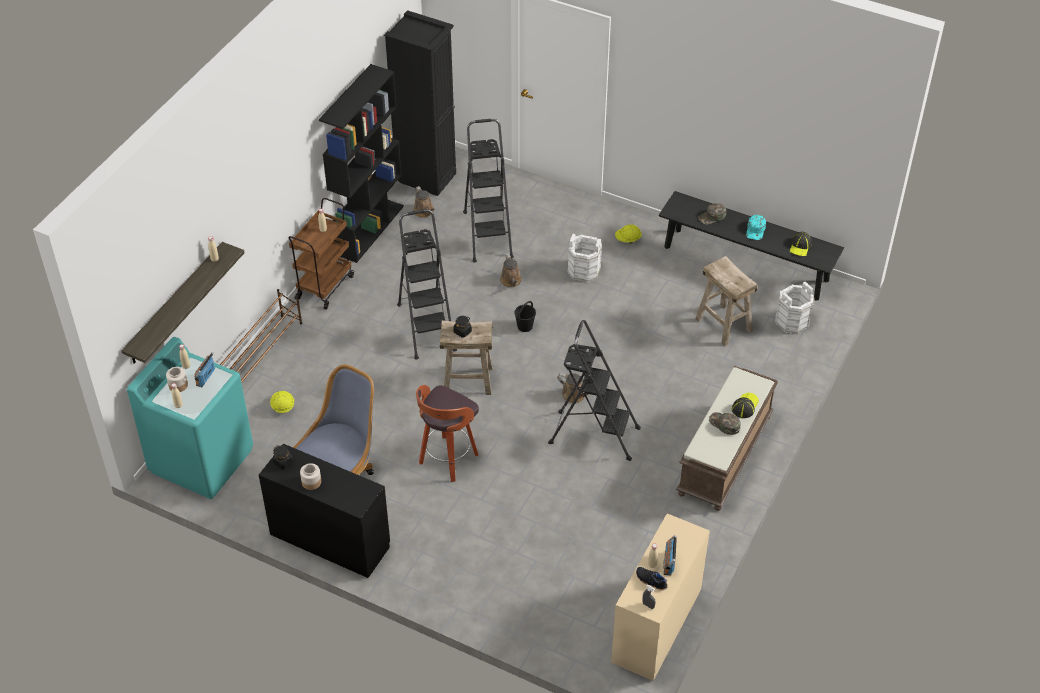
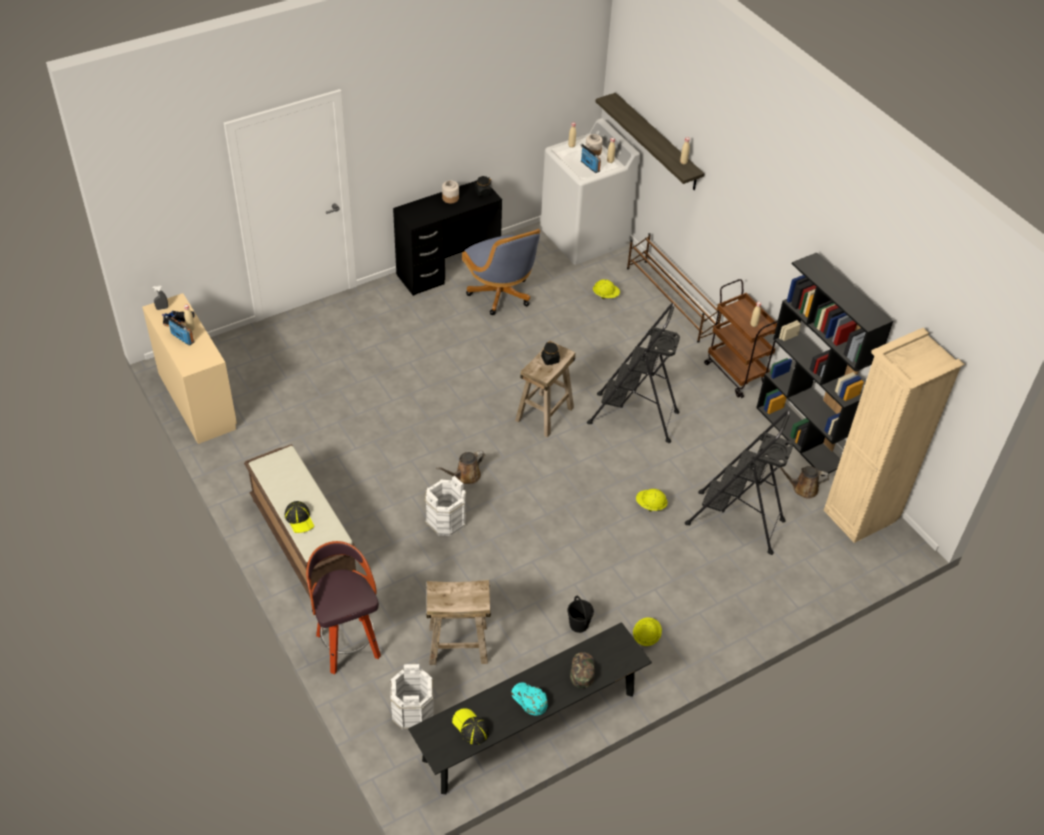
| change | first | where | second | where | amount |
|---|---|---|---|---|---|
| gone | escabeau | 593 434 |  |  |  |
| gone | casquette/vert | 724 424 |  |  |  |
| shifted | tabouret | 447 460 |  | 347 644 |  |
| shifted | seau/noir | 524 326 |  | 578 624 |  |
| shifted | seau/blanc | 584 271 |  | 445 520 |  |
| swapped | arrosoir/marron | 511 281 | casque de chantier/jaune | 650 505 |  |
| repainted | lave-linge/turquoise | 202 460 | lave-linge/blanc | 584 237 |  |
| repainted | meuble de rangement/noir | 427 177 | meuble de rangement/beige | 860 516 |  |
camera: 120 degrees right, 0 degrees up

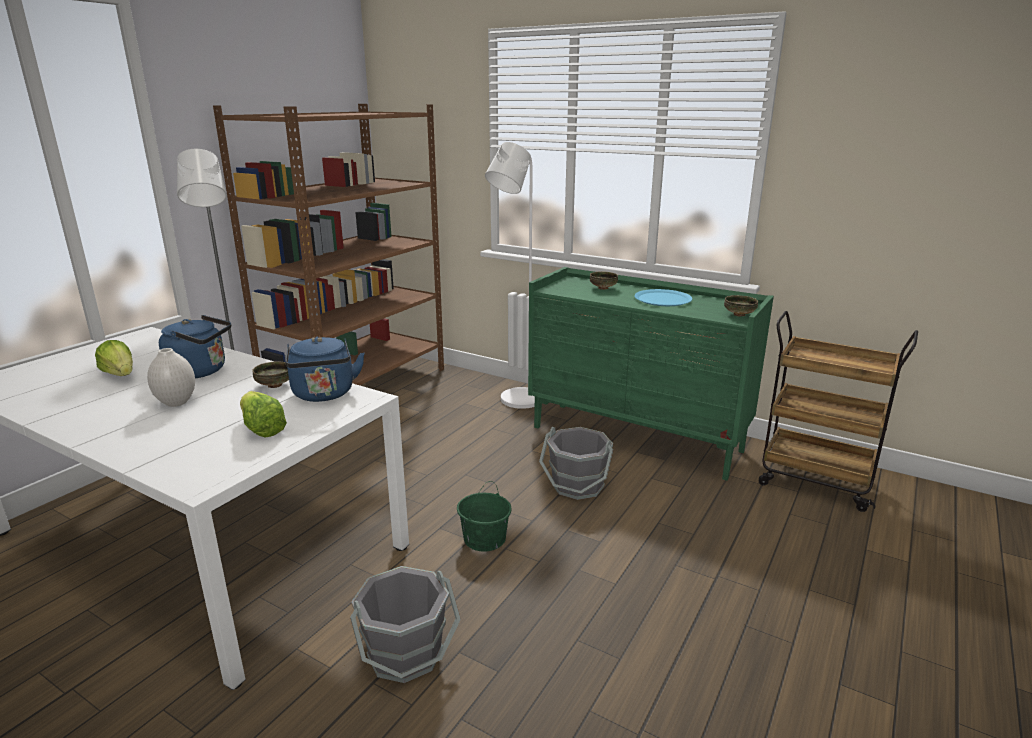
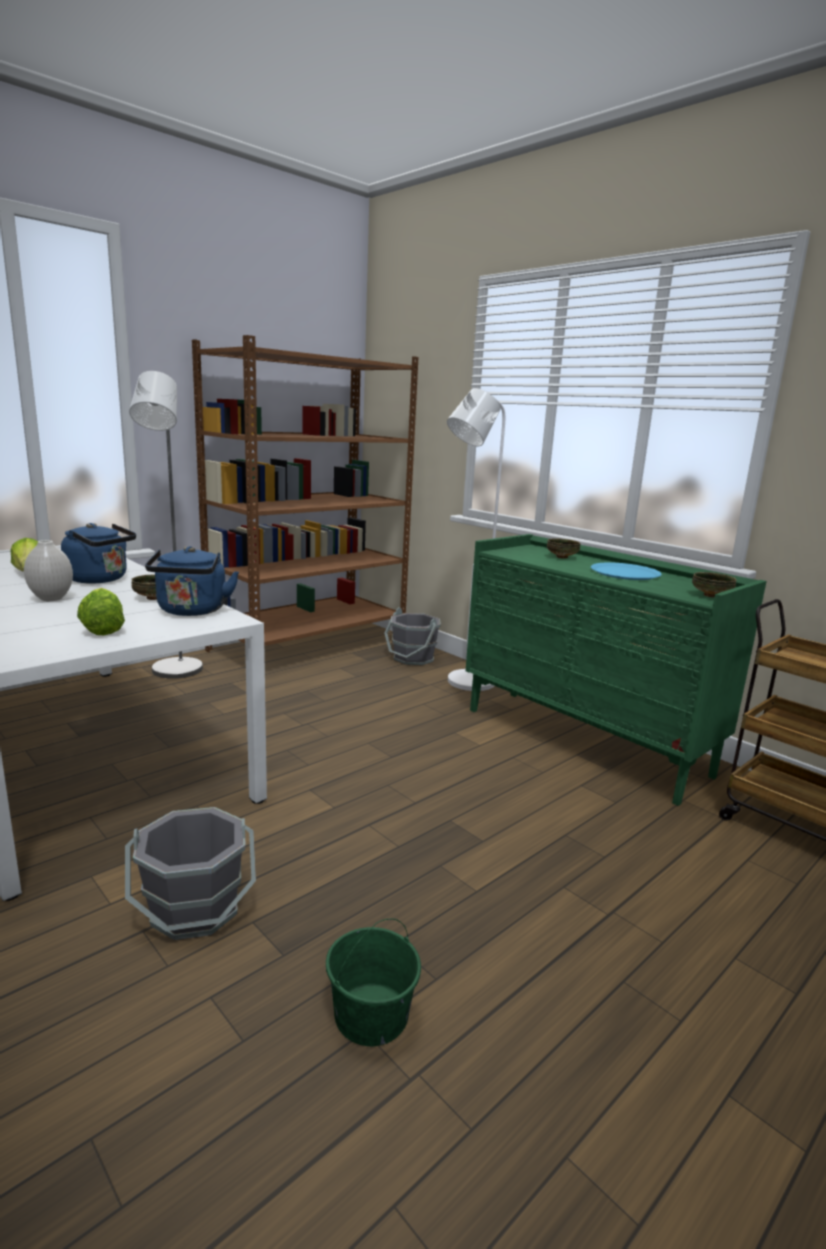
| change | first | where | second | where | amount |
|---|---|---|---|---|---|
| shifted | seau/vert | 485 539 |  | 372 1015 |  |
| shifted | seau/gris | 577 486 |  | 413 658 |  |
camera: 15 degrees right, 5 degrees down

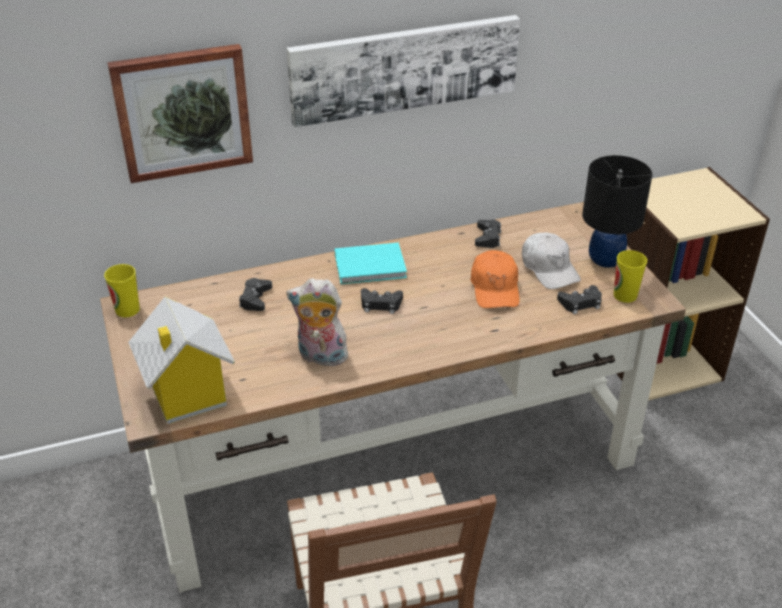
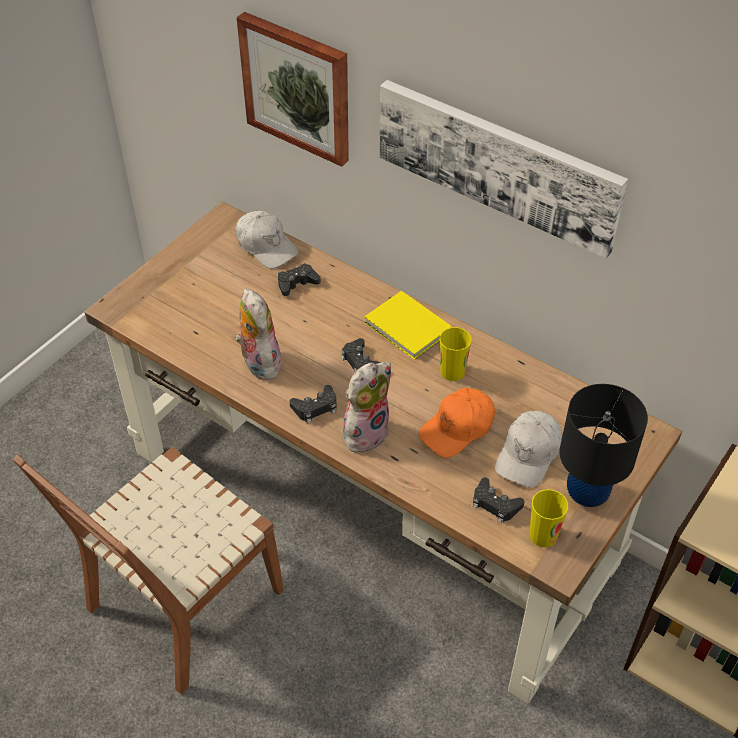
| change | first | where | second | where | amount |
|---|---|---|---|---|---|
| gone | maison miniature | 186 395 |  |  |  |
| new |  |  | casquette/blanc | 266 246 |  |
| new |  |  | peluche | 365 431 |  |
| shifted | tasse | 127 309 |  | 452 371 |  |
| shifted | manette/noir | 488 238 |  | 315 407 |  |
| repainted | livre/turquoise | 372 267 | livre/jaune | 408 329 |  |
camera: 55 degrees right, 10 degrees up

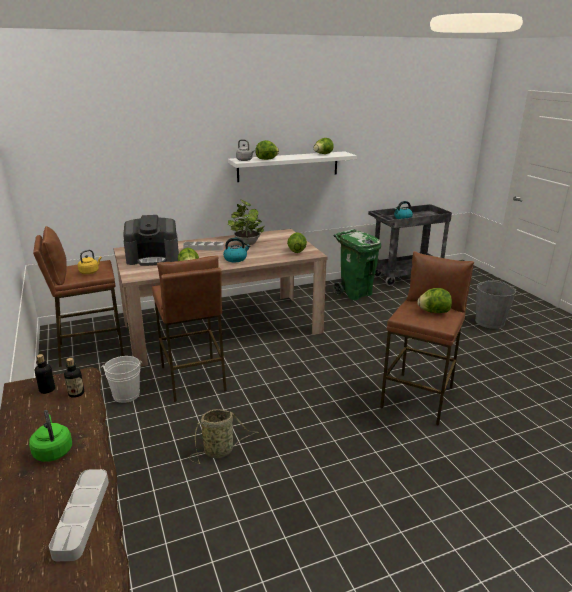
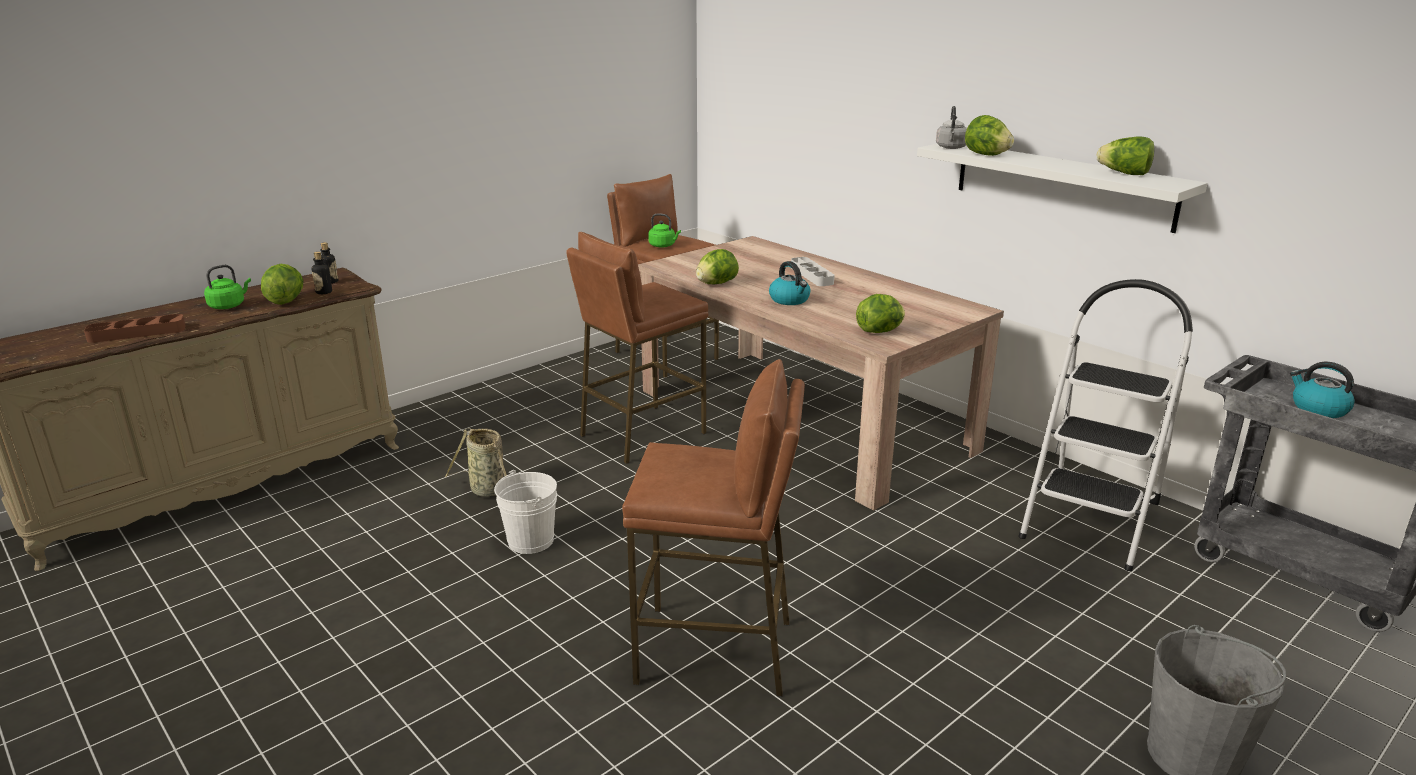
| change | first | where | second | where | amount |
|---|---|---|---|---|---|
| gone | machine à café | 153 258 |  |  |  |
| gone | plante en pot | 246 243 |  |  |  |
| shifted | seau/blanc | 126 395 |  | 530 540 |  |
| shifted | laitue | 433 312 |  | 286 301 |  |
| swapped | poubelle/vert | 355 293 | escabeau | 1093 519 |  |
| repainted | plateau/gris | 82 516 | plateau/marron | 137 333 |  |
| repainted | bouilloire/jaune | 90 272 | bouilloire/vert | 663 246 |  |
camera: 70 degrees right, 0 degrees up

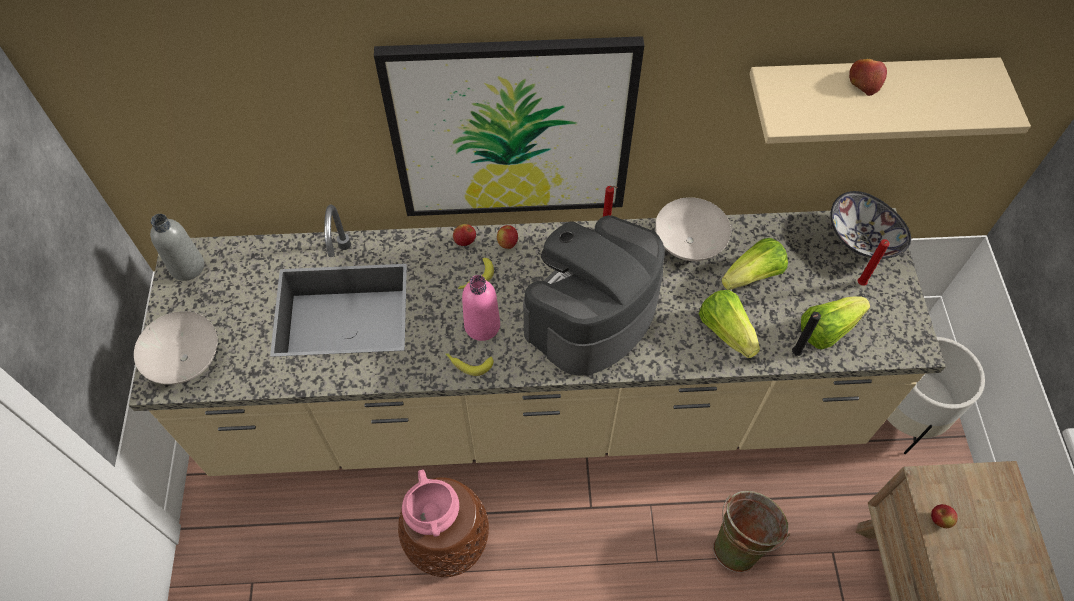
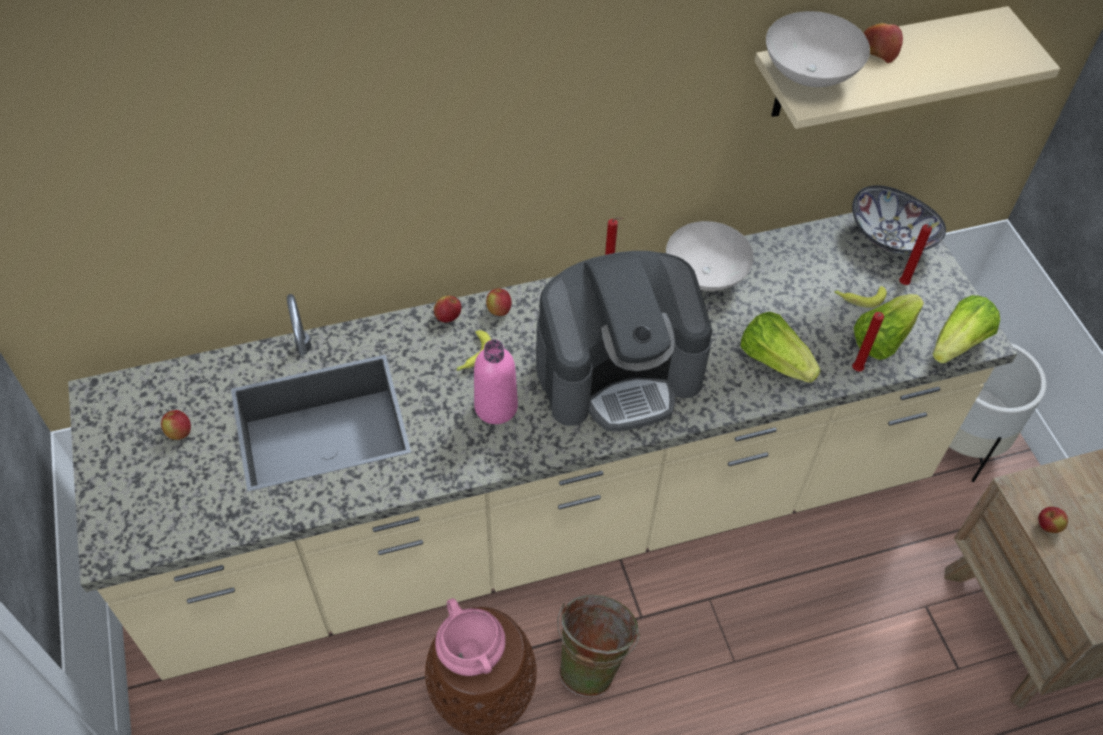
| change | first | where | second | where | amount |
|---|---|---|---|---|---|
| gone | bouteille/gris | 187 267 |  |  |  |
| gone | tableau | 512 131 |  |  |  |
| new |  |  | pomme | 179 432 |  |
| shifted | bol/blanc | 186 359 |  | 809 73 |  |
| shifted | banane | 468 363 |  | 858 297 |  |
| shifted | seau/vert | 741 542 |  | 593 661 |  |
| shifted | laitue | 753 276 |  | 958 343 |  |
| repainted | bougie/noir | 794 354 | bougie/rouge | 856 371 |  |
| rotated | machine à café | 591 315 |  | 618 372 | 135 degrees counterclockwise |
camera: 15 degrees left, 5 degrees down

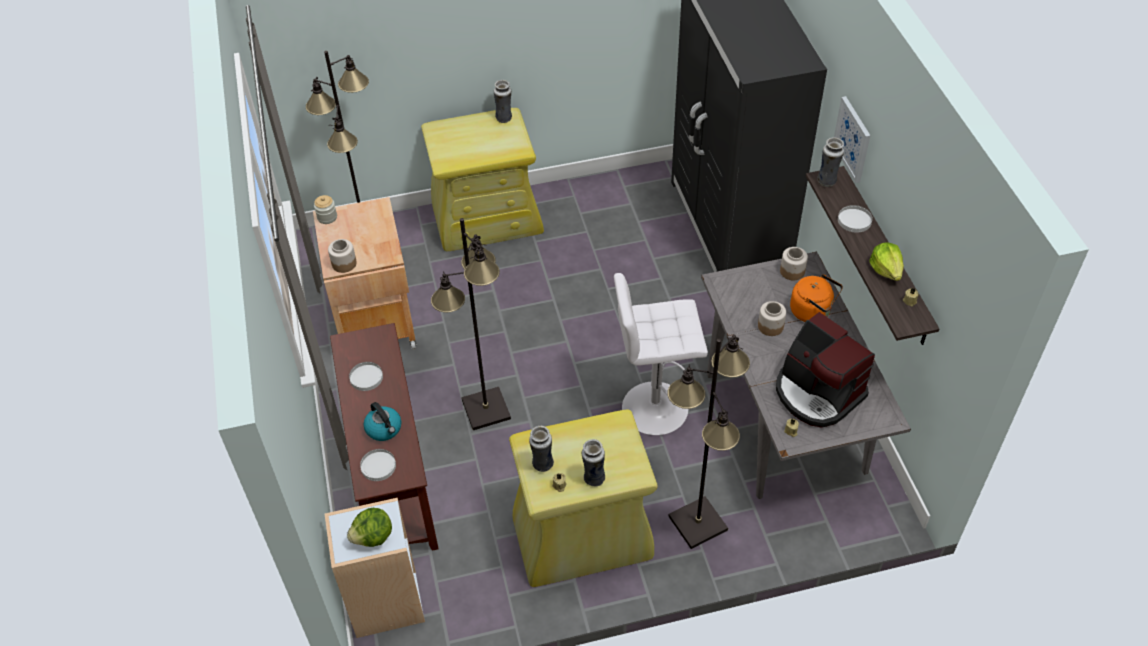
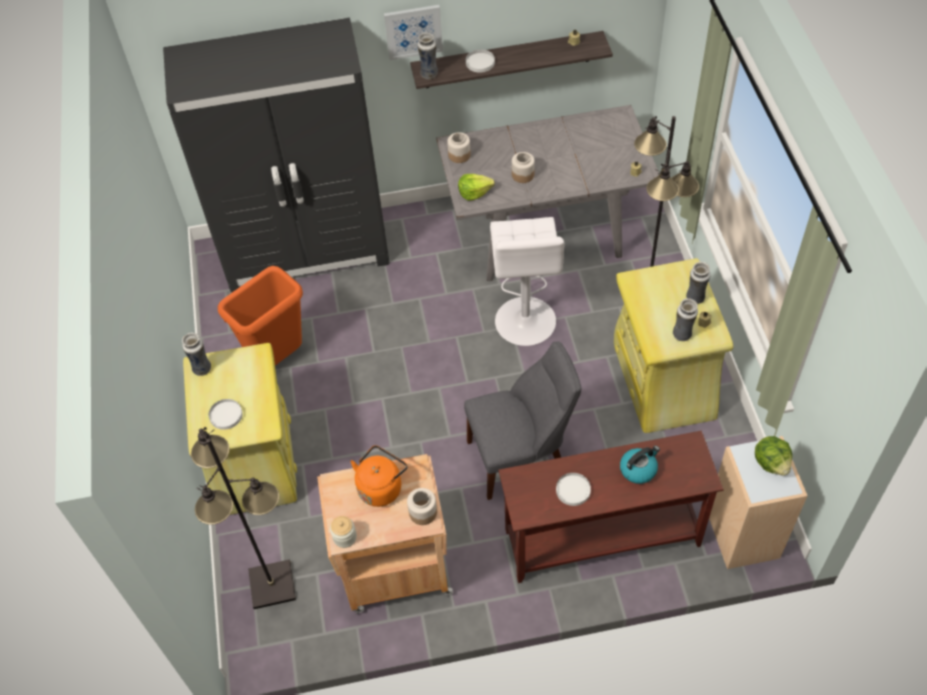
| change | first | where | second | where | amount |
|---|---|---|---|---|---|
| gone | machine à café | 817 393 |  |  |  |
| new |  |  | poubelle/orange | 278 358 |  |
| shifted | assiette/blanc | 378 466 |  | 226 415 |  |
| shifted | bouilloire/orange | 813 312 |  | 381 487 |  |
| shifted | laitue | 886 269 |  | 474 192 |  |
| swapped | lampadaire/noir | 485 410 | chaise/gris | 521 457 |  |
camera: 85 degrees left, 5 degrees up

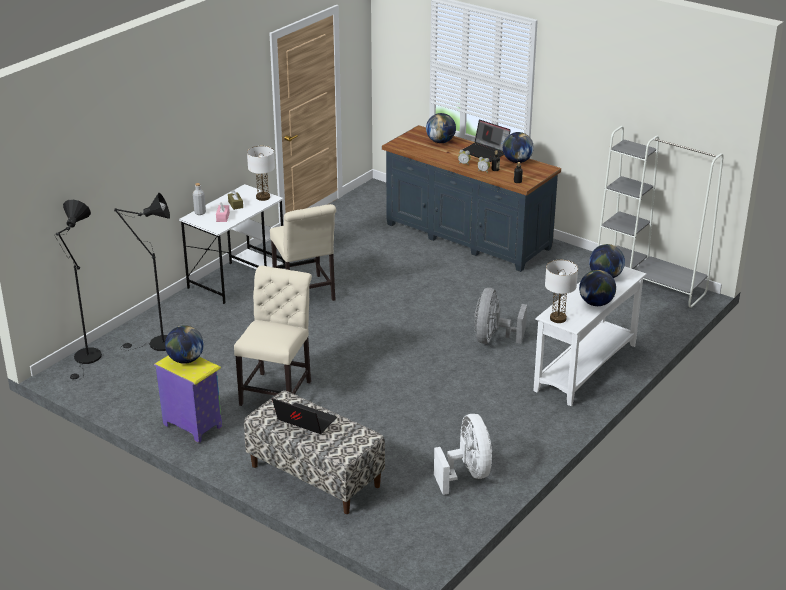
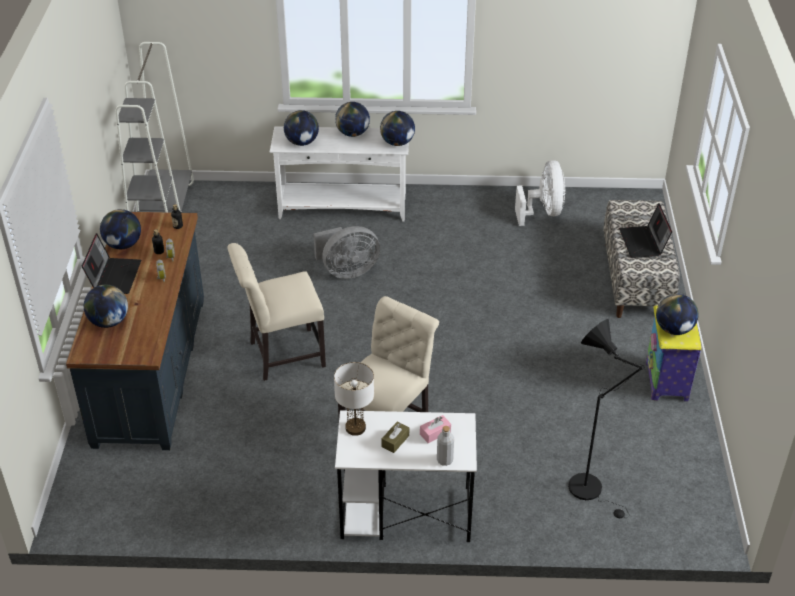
| change | first | where | second | where | amount |
|---|---|---|---|---|---|
| gone | lampadaire/noir | 87 359 |  |  |  |
| shifted | chaise/beige | 278 391 |  | 281 355 |  |
| swapped | lampe de table | 558 319 | globe | 397 143 |  |
| rotated | ventilateur/blanc | 467 474 |  | 543 212 | 135 degrees clockwise |
camera: 125 degrees left, 10 degrees up

